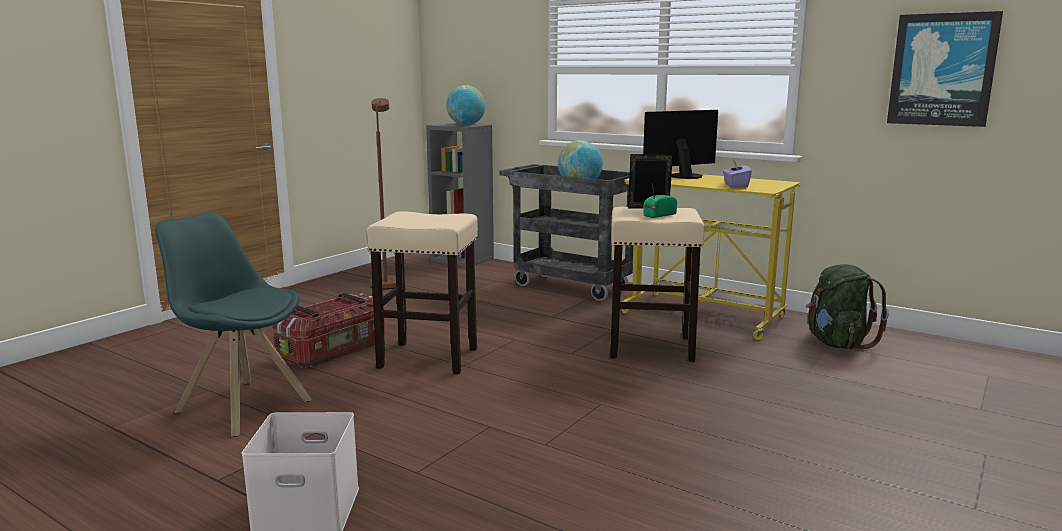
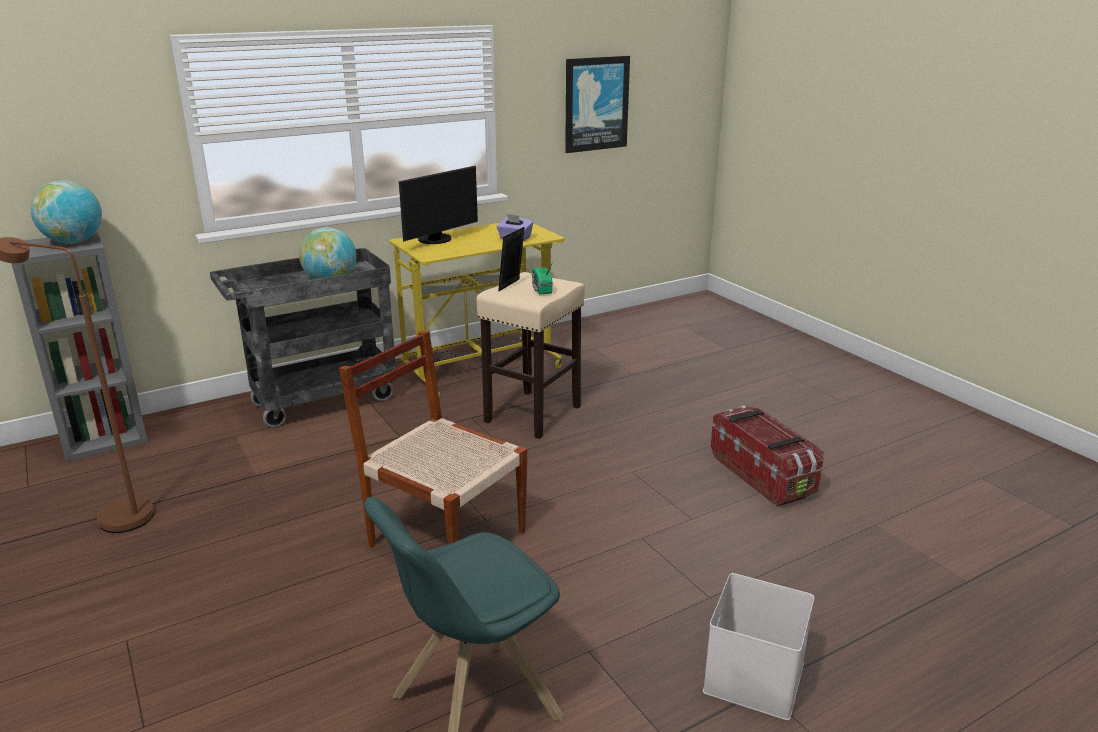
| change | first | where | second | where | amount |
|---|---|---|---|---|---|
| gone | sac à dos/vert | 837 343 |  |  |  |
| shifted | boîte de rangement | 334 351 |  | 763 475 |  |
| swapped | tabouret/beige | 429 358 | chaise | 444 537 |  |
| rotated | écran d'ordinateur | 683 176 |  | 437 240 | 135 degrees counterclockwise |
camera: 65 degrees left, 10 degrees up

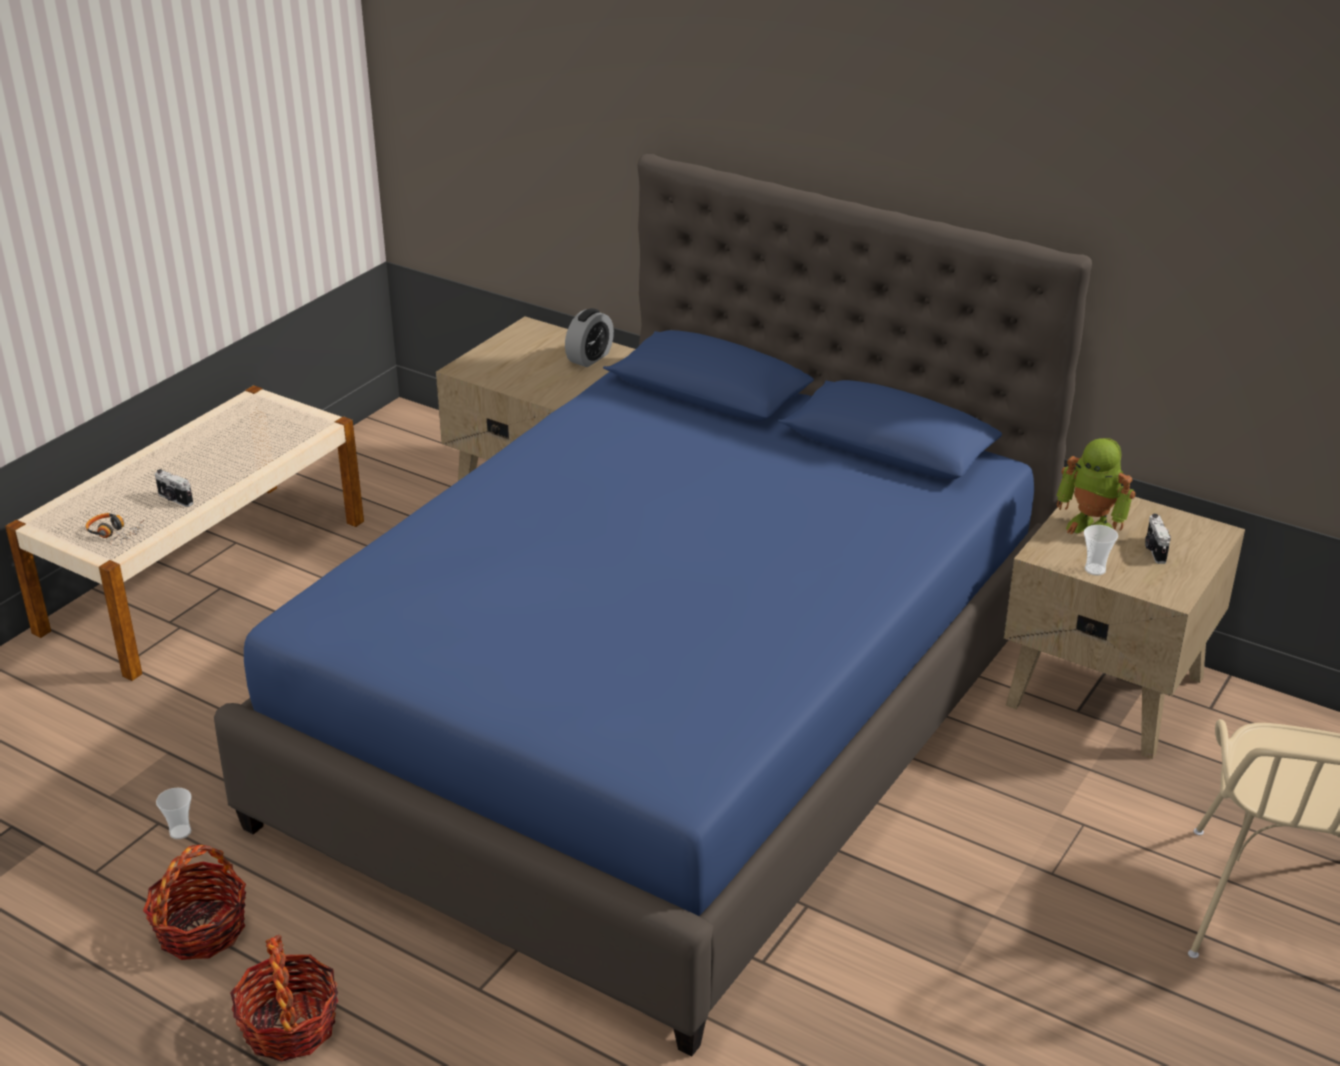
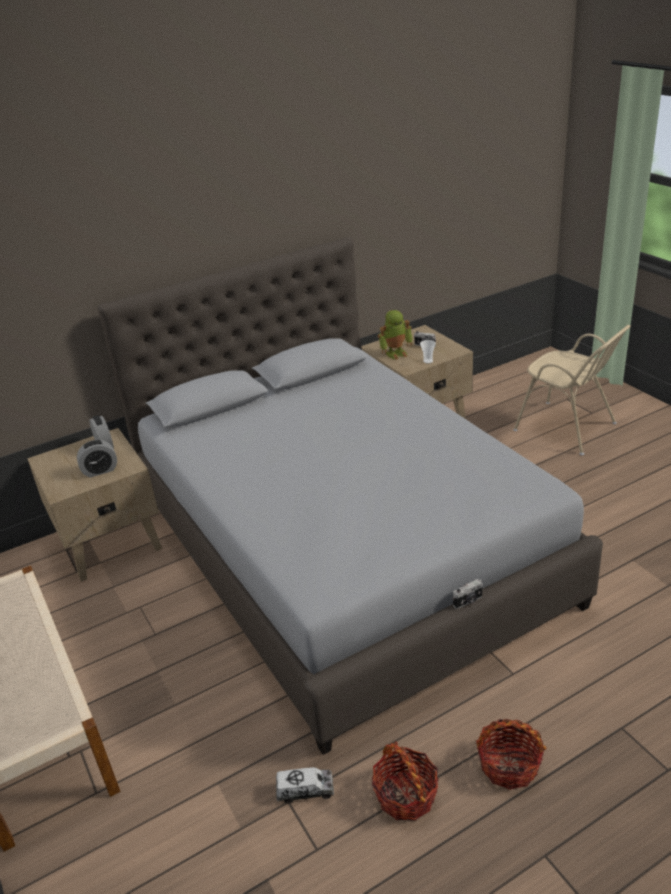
| change | first | where | second | where | amount |
|---|---|---|---|---|---|
| gone | casque audio | 115 534 |  |  |  |
| new |  |  | réveil | 100 471 |  |
| shifted | appareil photo | 174 499 |  | 468 601 |  |
| swapped | tasse | 180 832 | camion jouet | 305 790 |  |
| repainted | lit/bleu | 672 716 | lit/gris | 344 548 |  |
camera: 60 degrees left, 0 degrees up

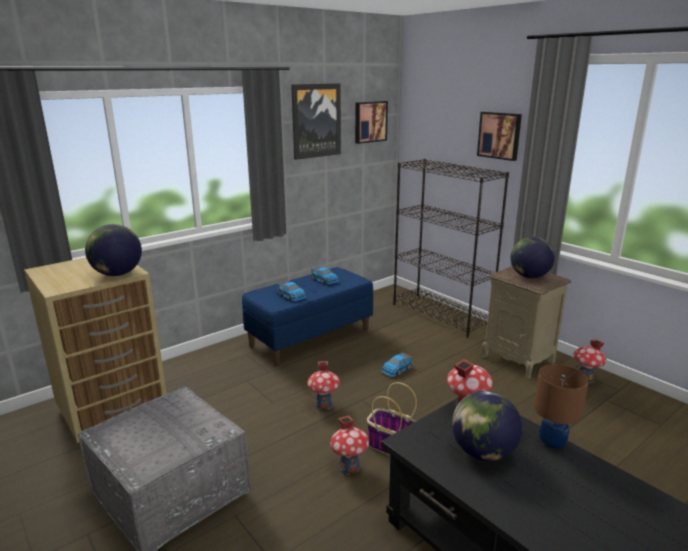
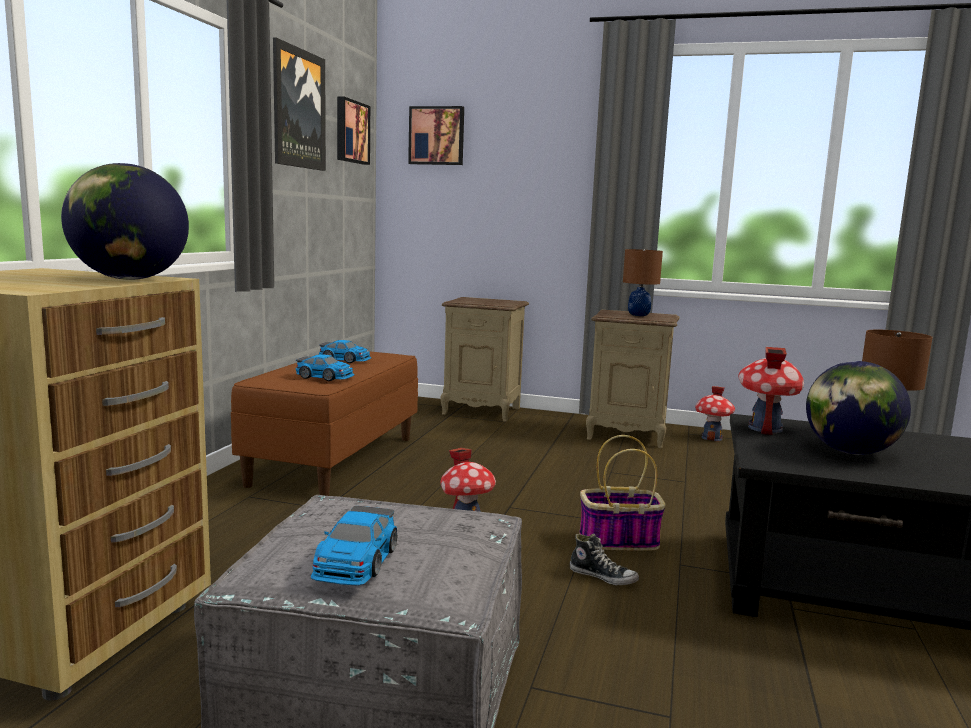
| change | first | where | second | where | amount |
|---|---|---|---|---|---|
| shifted | petite voiture | 396 369 |  | 356 562 |  |
| shifted | tableau | 500 135 |  | 437 136 |  |
| swapped | maison miniature | 349 467 | chaussure | 603 577 |  |
| swapped | bibliothèque/noir | 441 315 | table de chevet/beige | 482 411 |  |
| swapped | globe | 529 276 | lampe de table/marron | 637 315 |  |
| repainted | banc/bleu | 310 337 | banc/marron | 334 460 |  |
camera: 35 degrees left, 10 degrees down

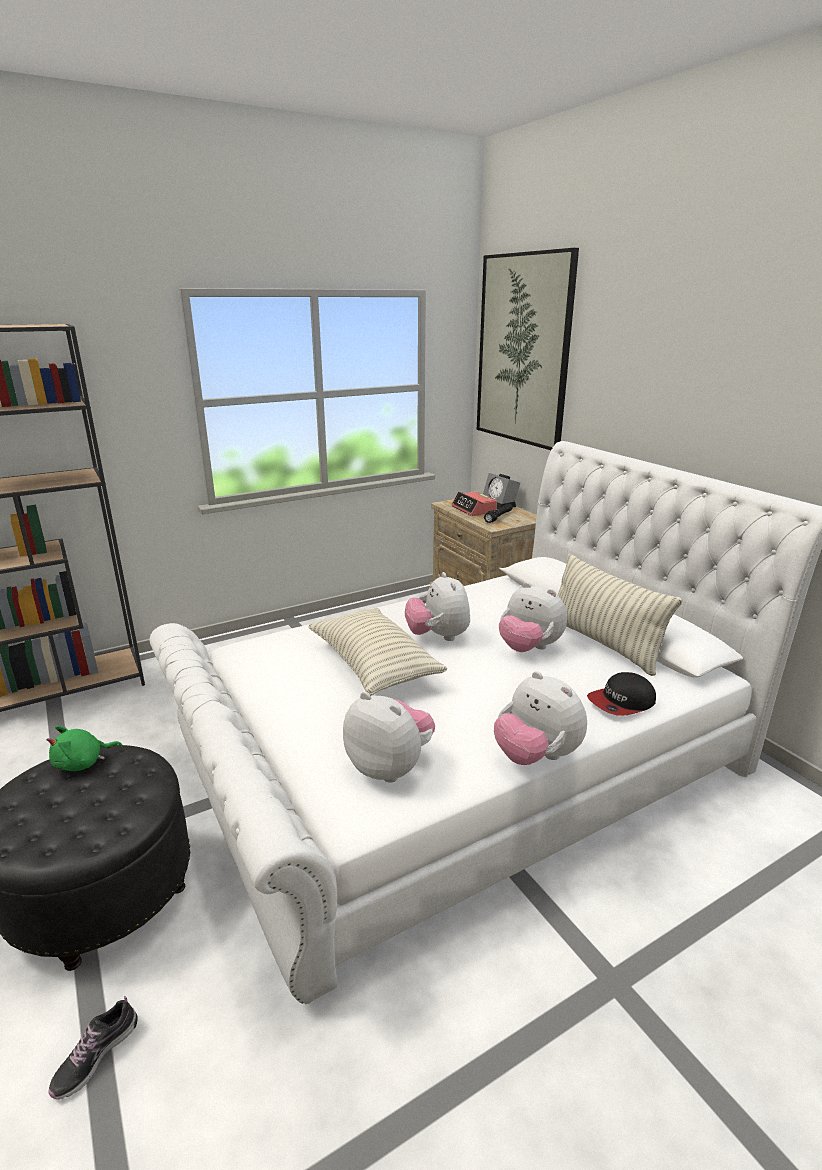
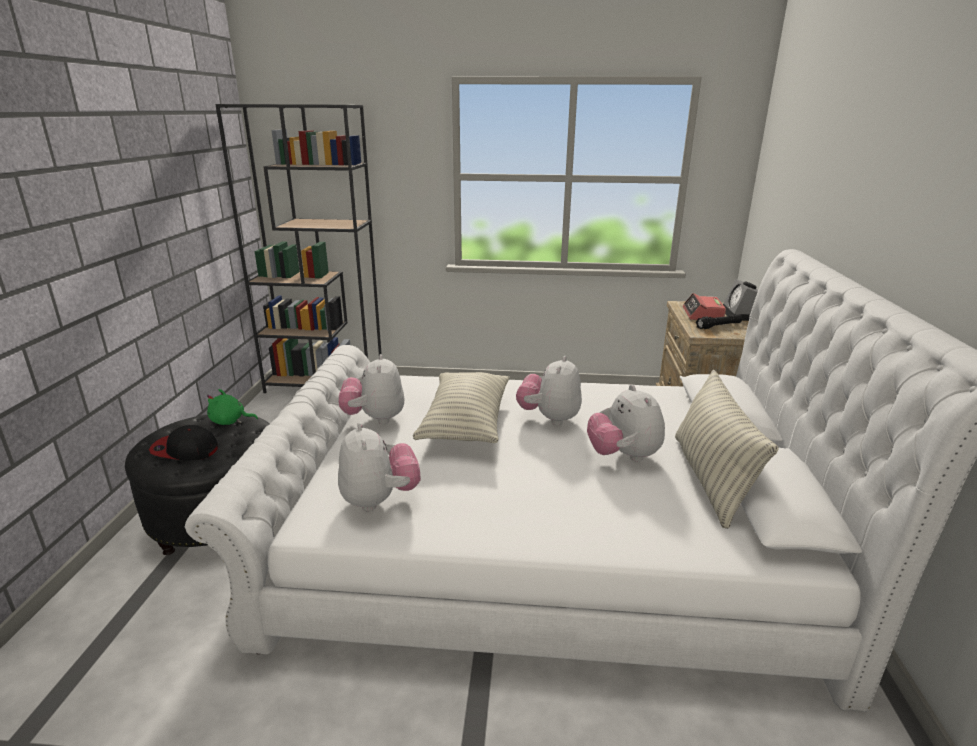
| change | first | where | second | where | amount |
|---|---|---|---|---|---|
| gone | chaussure | 95 1055 |  |  |  |
| gone | tableau | 523 350 |  |  |  |
| shifted | peluche | 536 756 |  | 375 418 |  |
| shifted | casquette | 621 702 |  | 185 450 |  |
camera: 35 degrees right, 0 degrees up

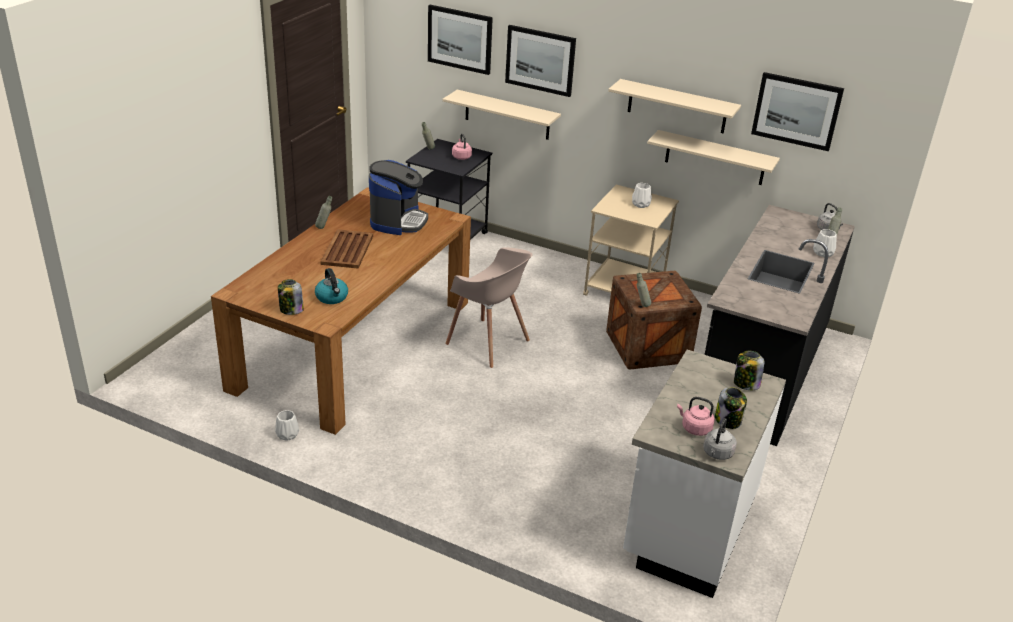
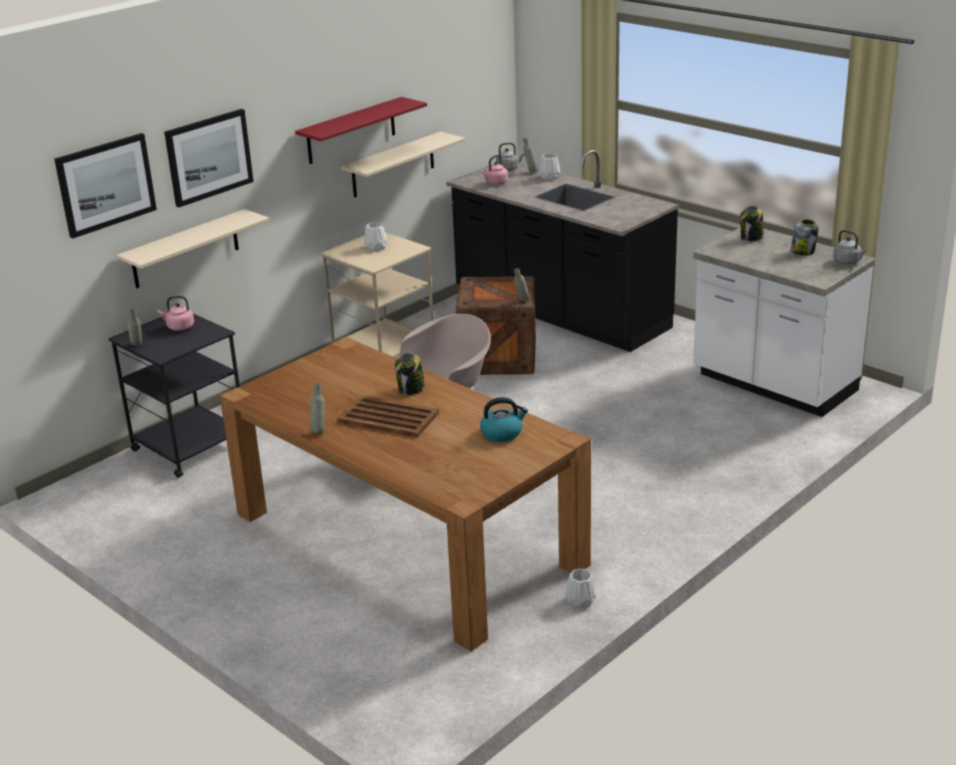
| change | first | where | second | where | amount |
|---|---|---|---|---|---|
| gone | machine à café | 398 221 |  |  |  |
| gone | tableau | 796 111 |  |  |  |
| shifted | bocal | 291 310 |  | 411 389 |  |
| shifted | bouilloire/rose | 694 428 |  | 495 183 |  |
| repainted | étagère/beige | 677 106 | étagère/rouge | 351 131 |  |
camera: 70 degrees left, 5 degrees down

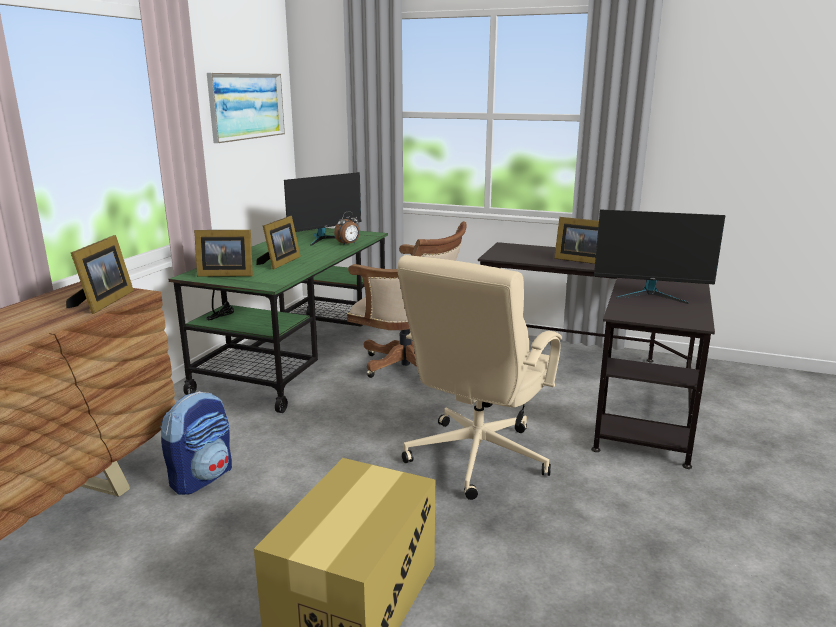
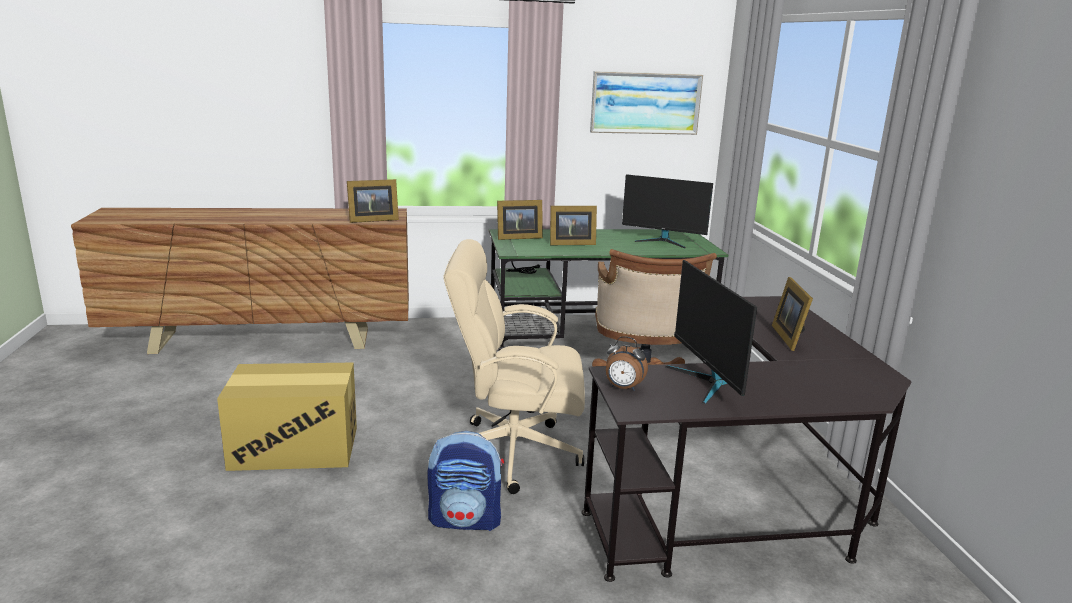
| change | first | where | second | where | amount |
|---|---|---|---|---|---|
| shifted | sac à dos | 202 477 |  | 466 520 |  |
| shifted | réveil | 348 244 |  | 623 388 |  |
| rotated | cadre photo | 224 274 |  | 517 237 | 75 degrees counterclockwise |
camera: 60 degrees right, 0 degrees up

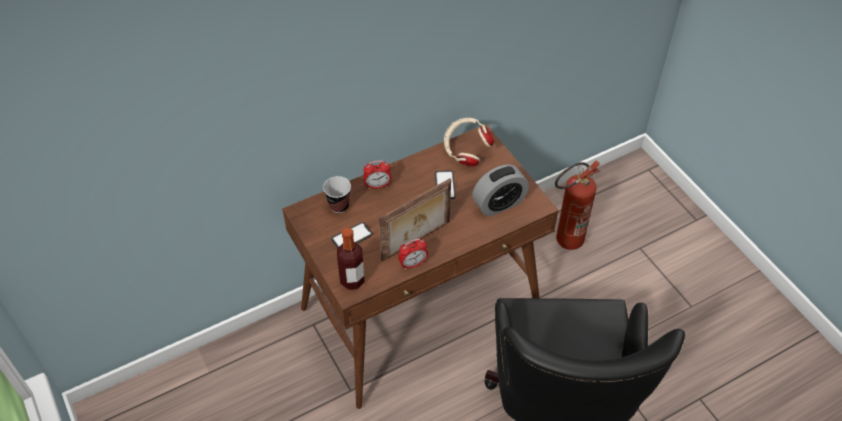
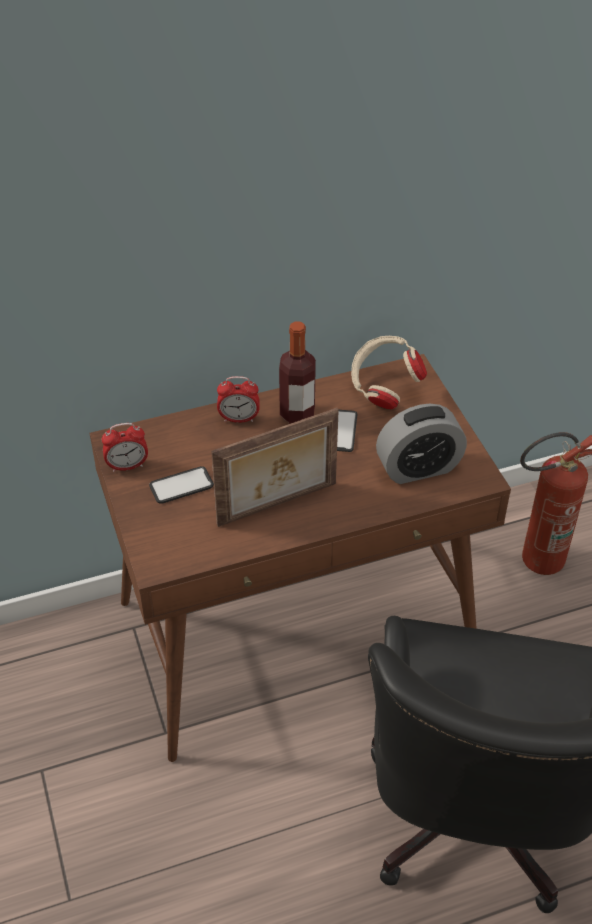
| change | first | where | second | where | amount |
|---|---|---|---|---|---|
| gone | tasse | 339 206 |  |  |  |
| shifted | bouteille | 352 280 |  | 297 413 |  |
| shifted | réveil | 413 264 |  | 127 466 |  |
camera: 10 degrees right, 5 degrees down

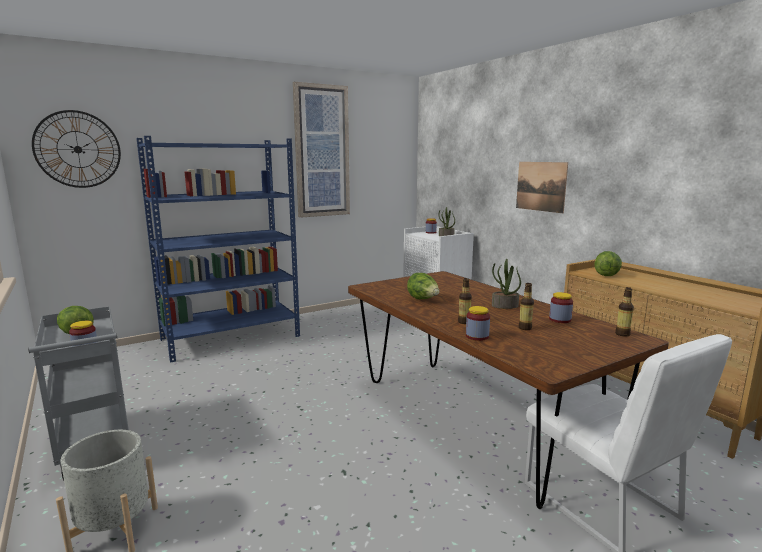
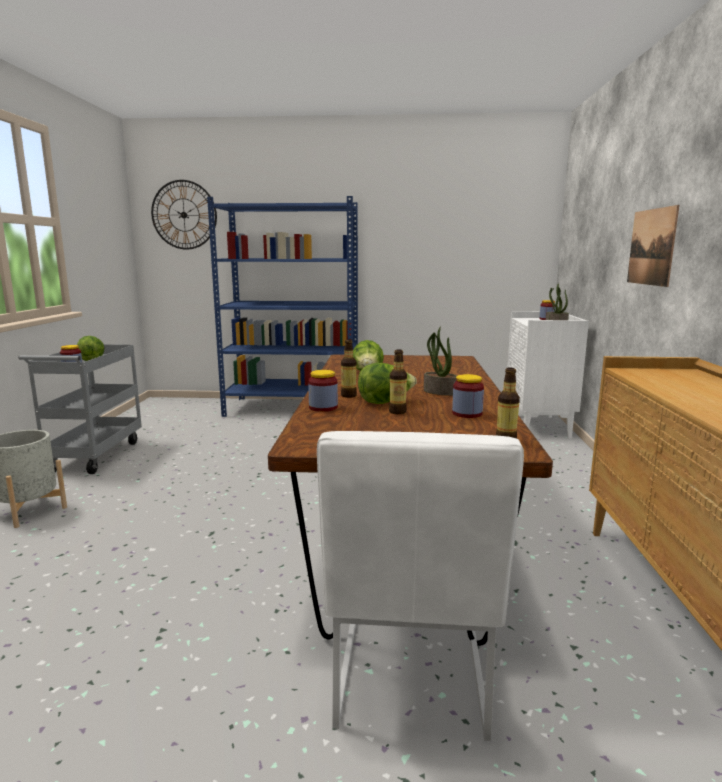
| change | first | where | second | where | amount |
|---|---|---|---|---|---|
| gone | tableau | 322 152 |  |  |  |
| shifted | laitue | 606 275 |  | 385 402 |  |
camera: 35 degrees right, 0 degrees up

